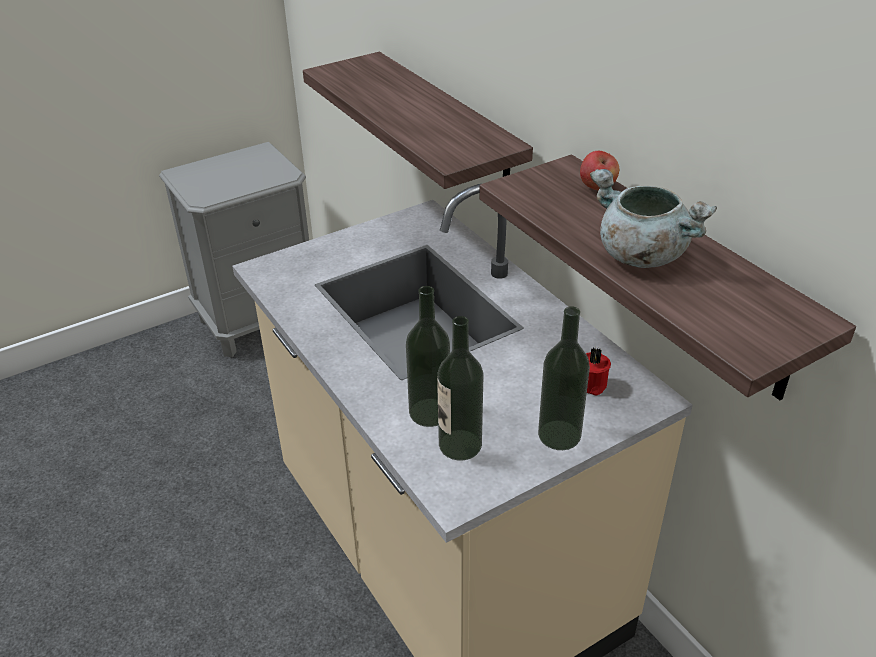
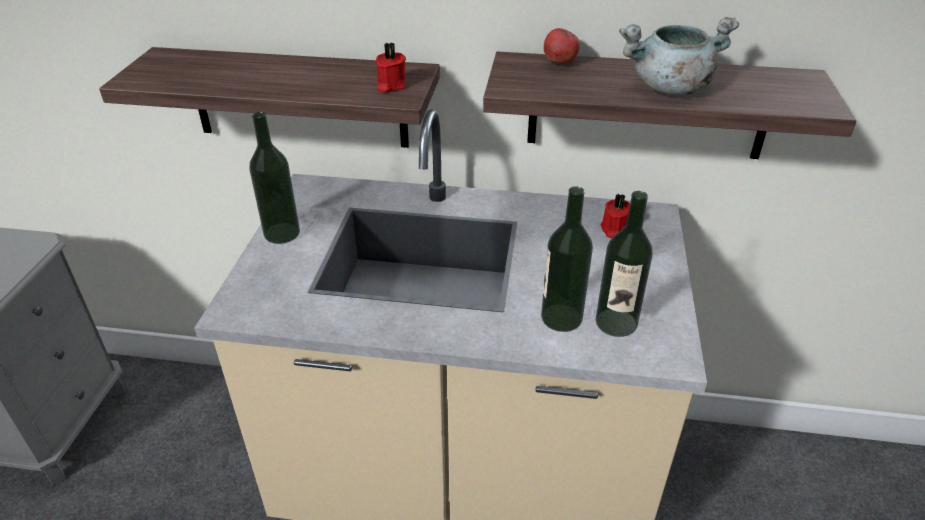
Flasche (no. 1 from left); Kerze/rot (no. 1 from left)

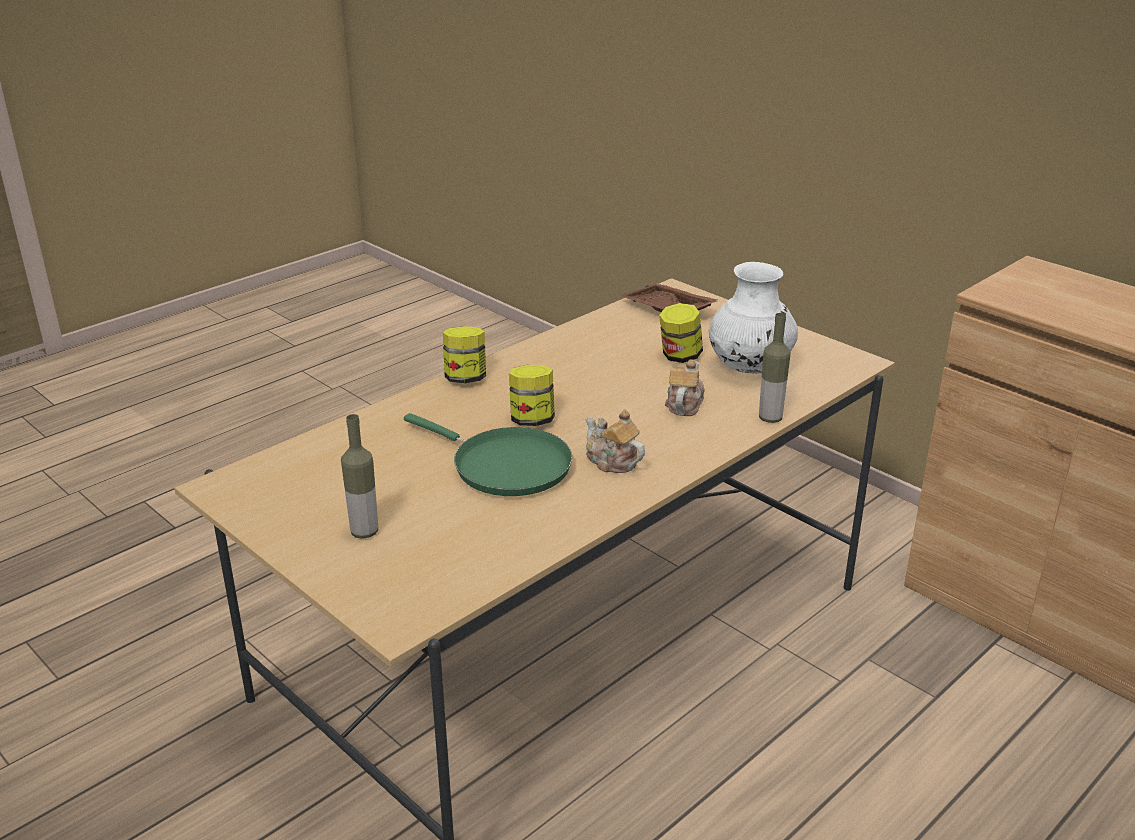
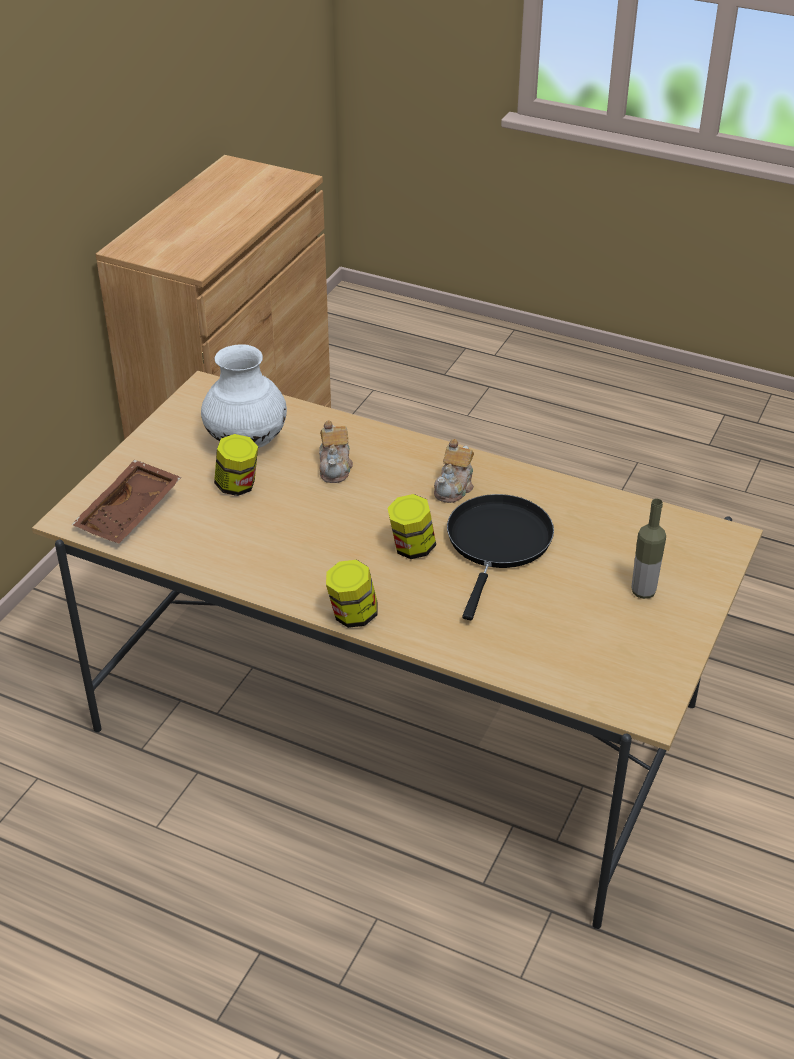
Pfanne/schwarz; Teekanne (no. 1 from left); Flasche (no. 2 from left in the first image)

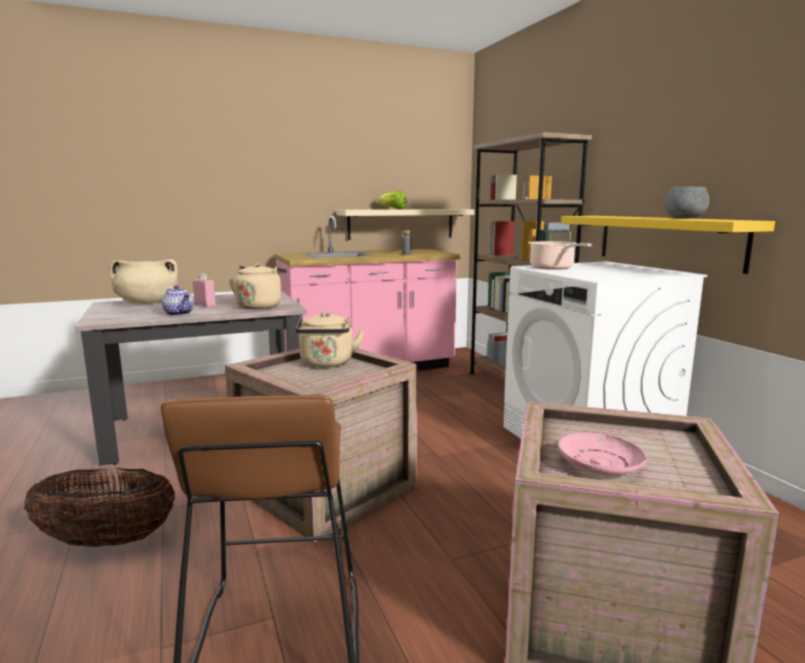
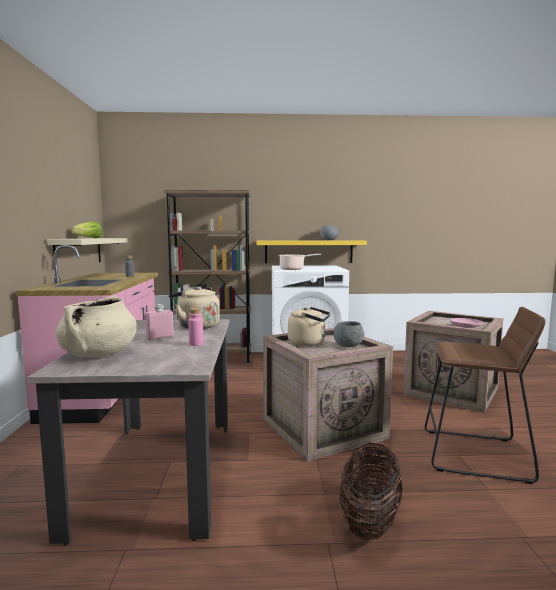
Flasche/rosa (no. 2 from left); Schüssel/grau (no. 2 from left)

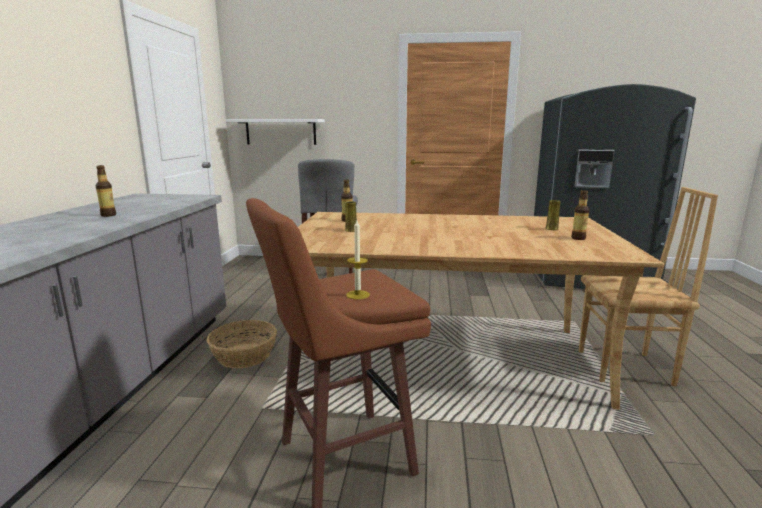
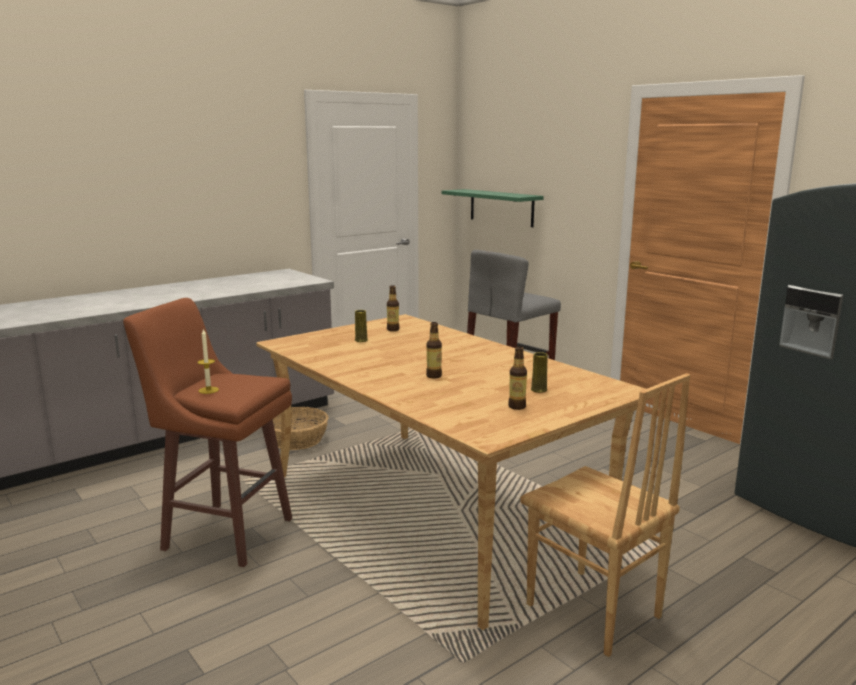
Flasche (no. 2 from left); Wandregal/grün

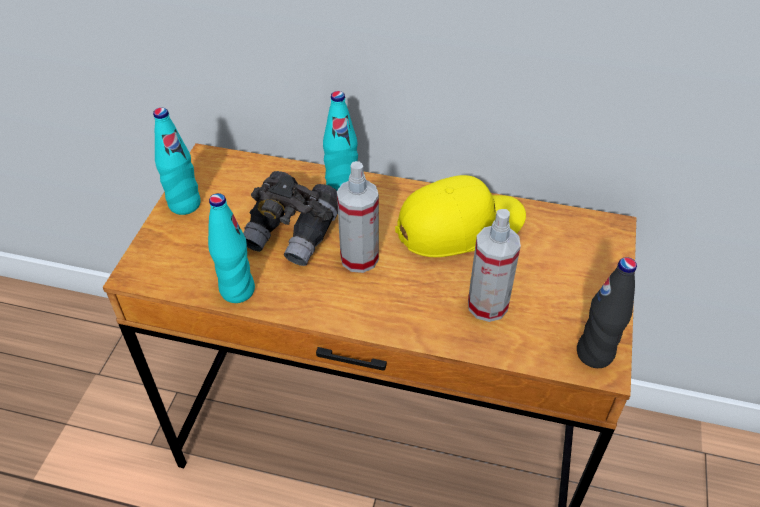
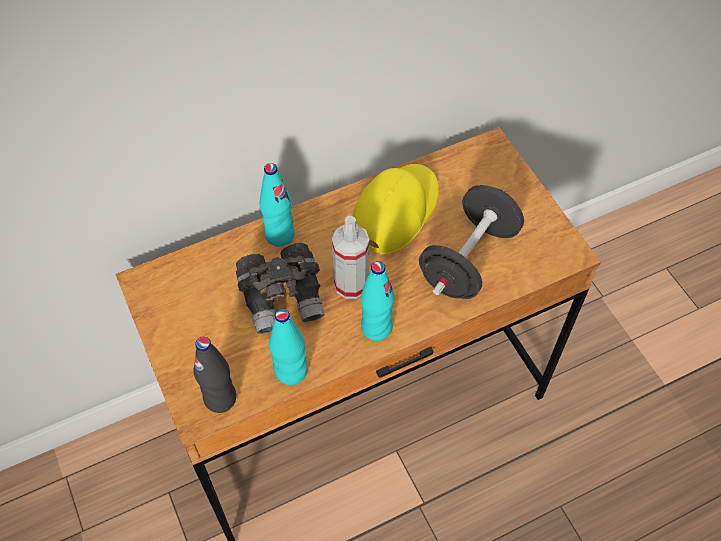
Flasche/türkis (no. 3 from left); Hantel/schwarz; Flasche/schwarz

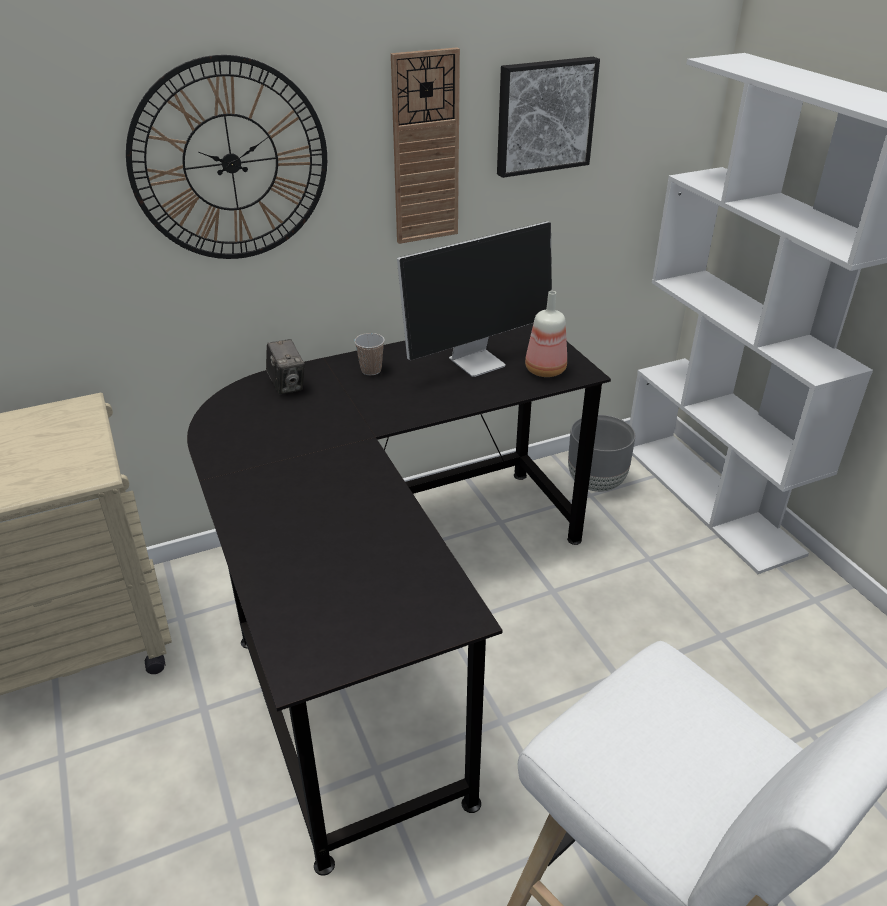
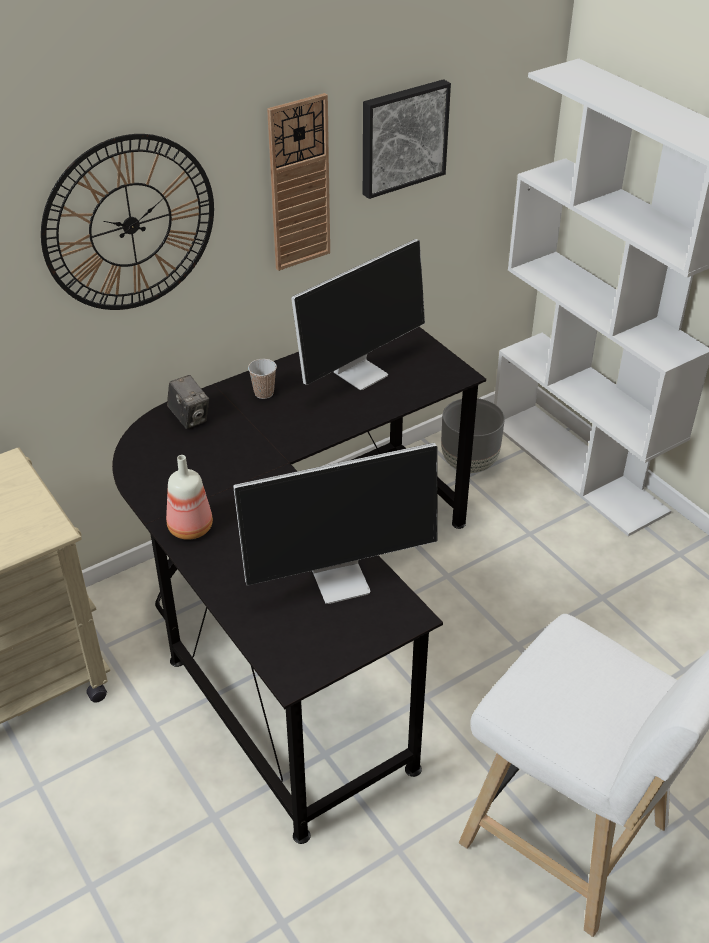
Flasche; Monitor (no. 1 from left)

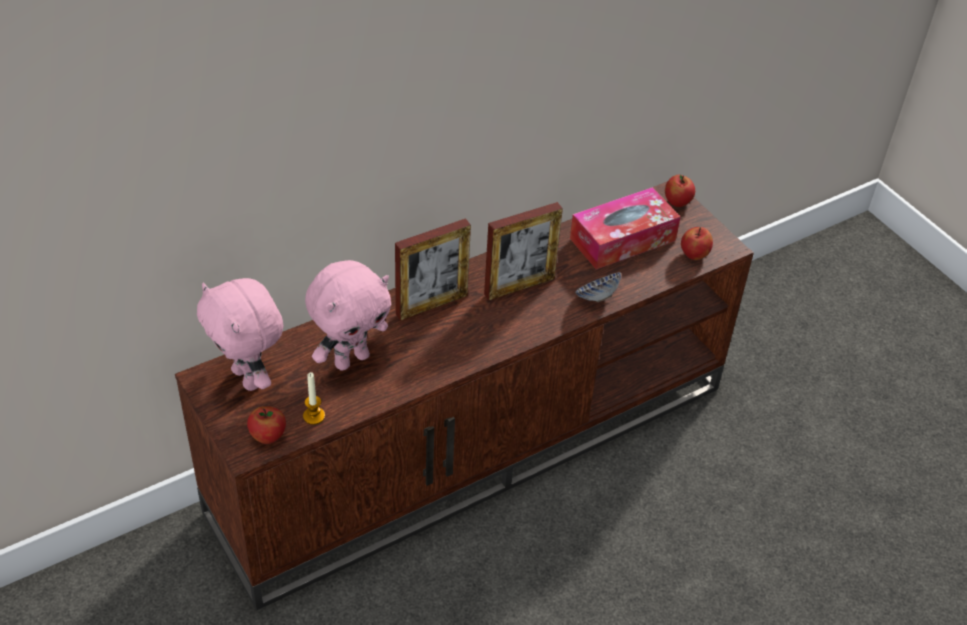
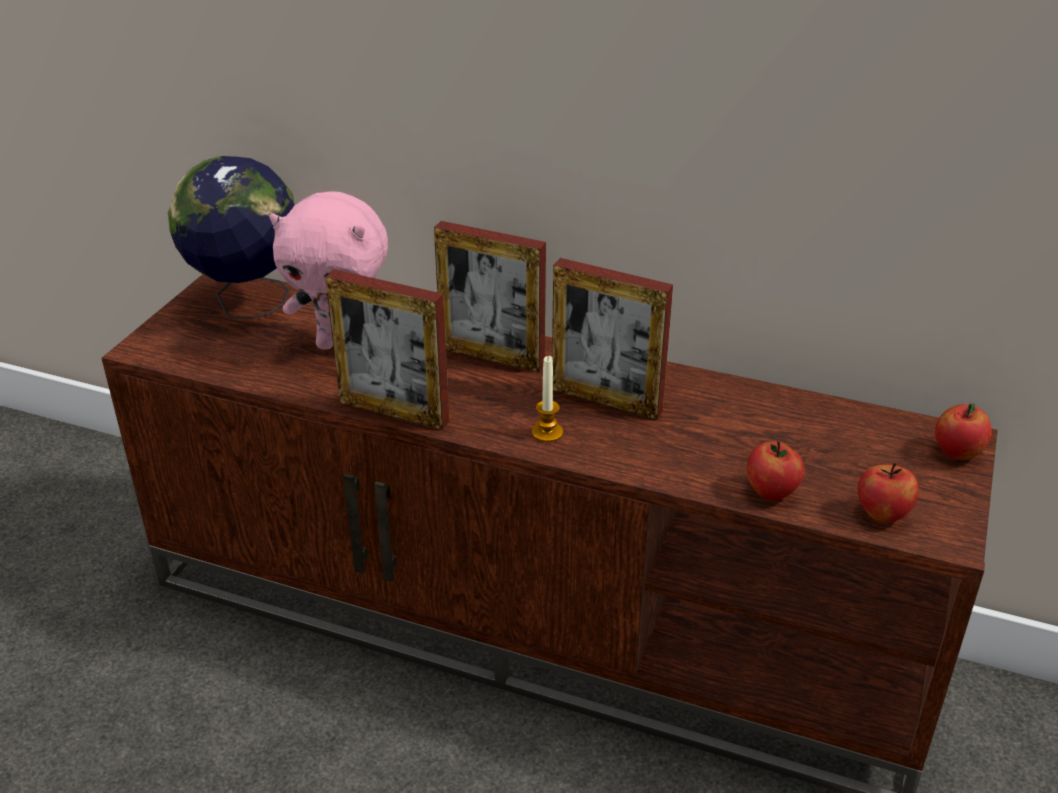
Globus; Apfel (no. 1 from left); Kerze; Taschentuchbox; Schüssel; Bilderrahmen (no. 1 from left)

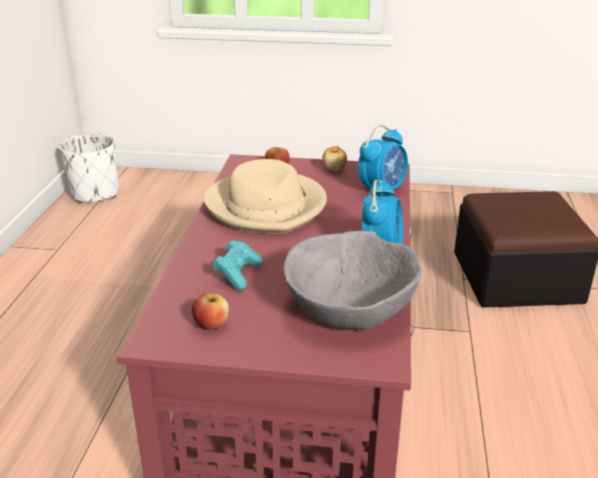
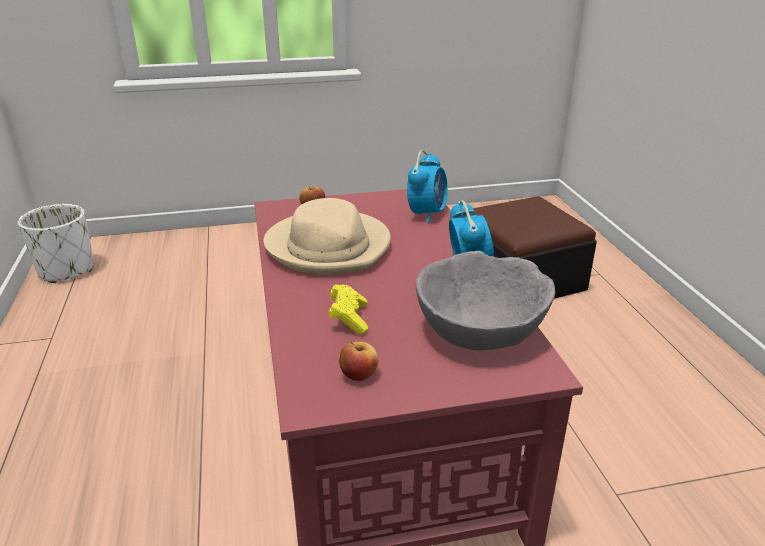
Gamepad/gelb; Apfel (no. 3 from left in the first image)

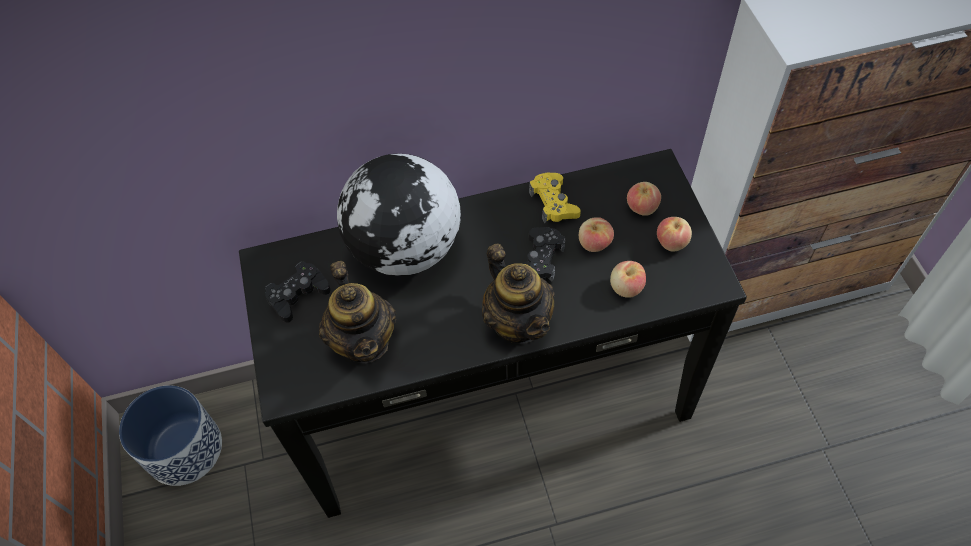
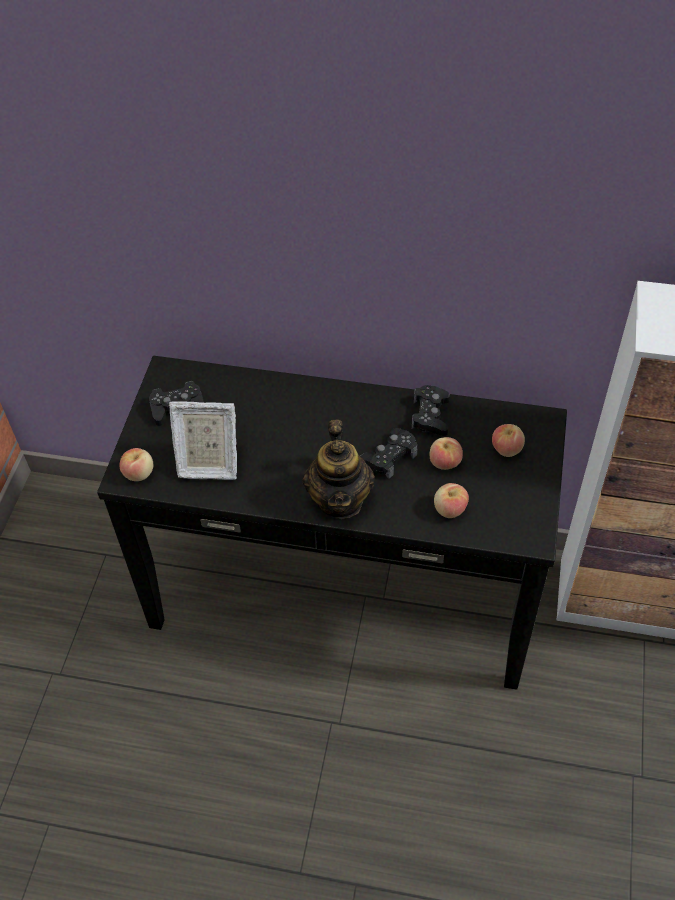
Pflanzkübel; Bilderrahmen; Globus; Gamepad/schwarz (no. 3 from left); Apfel (no. 1 from left)

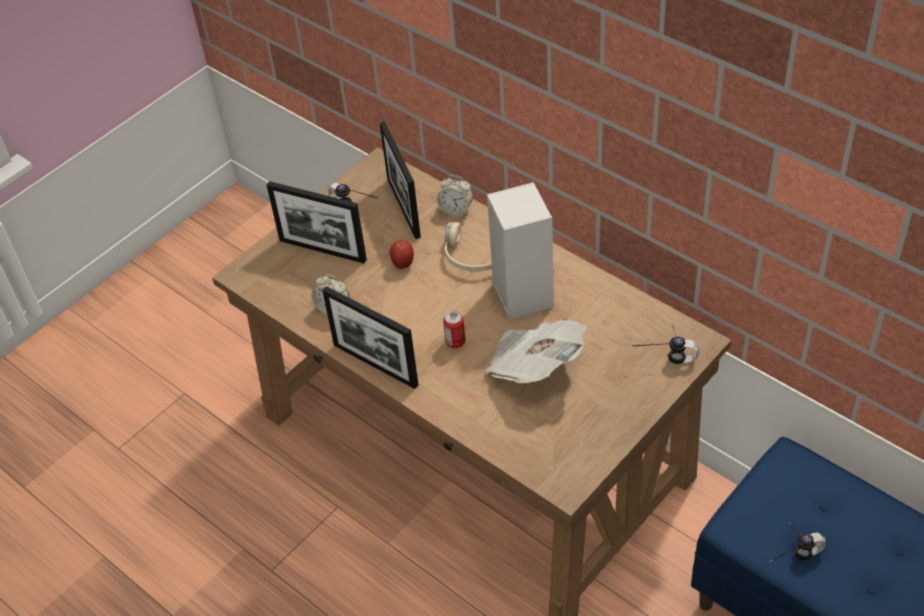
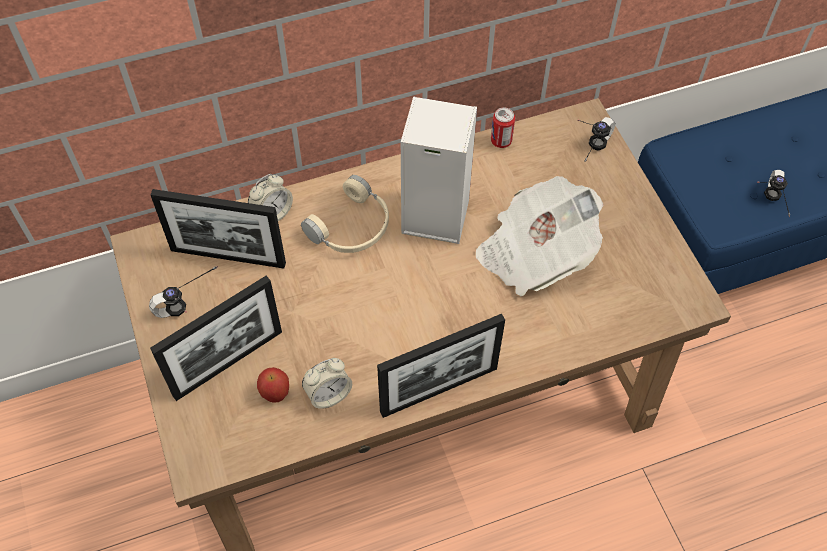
Apfel; Dose

